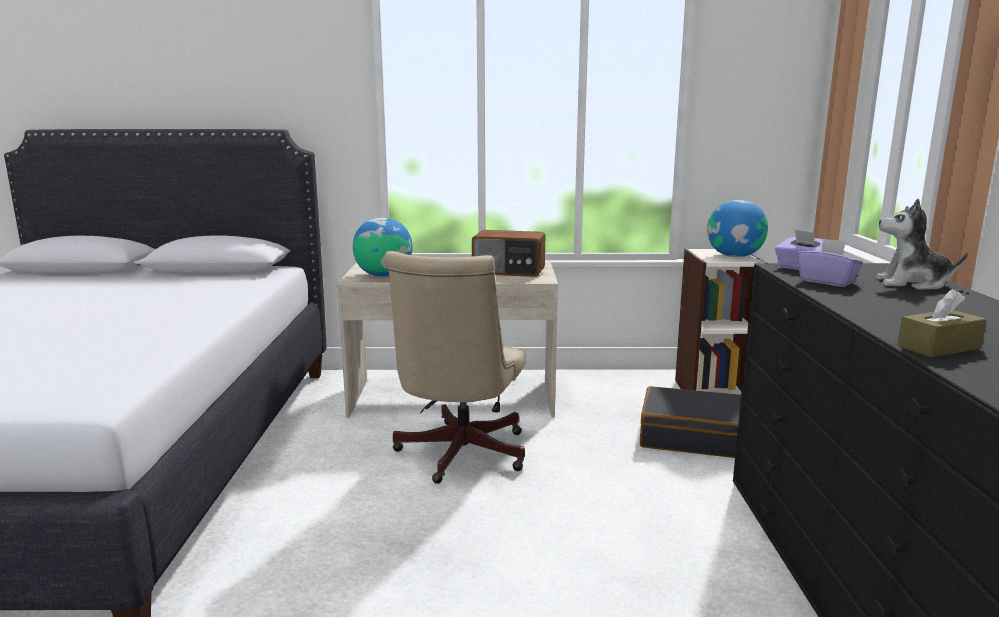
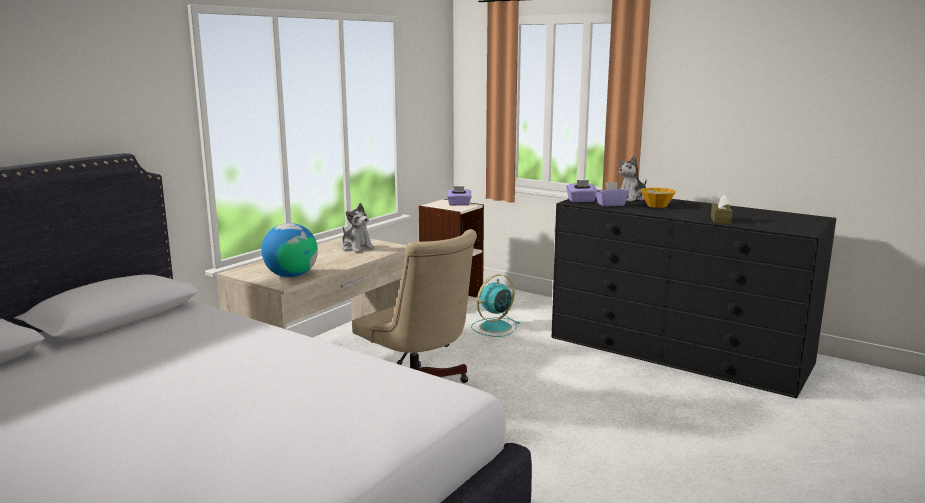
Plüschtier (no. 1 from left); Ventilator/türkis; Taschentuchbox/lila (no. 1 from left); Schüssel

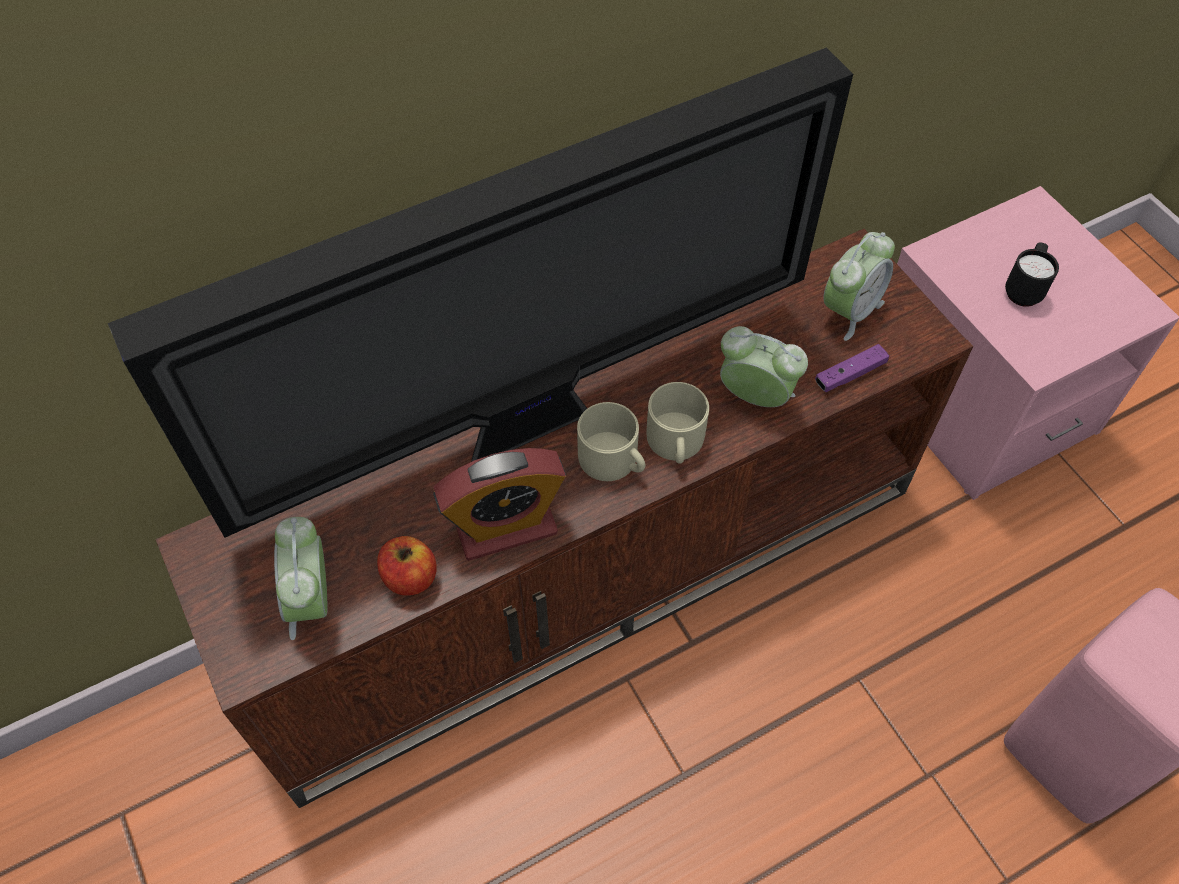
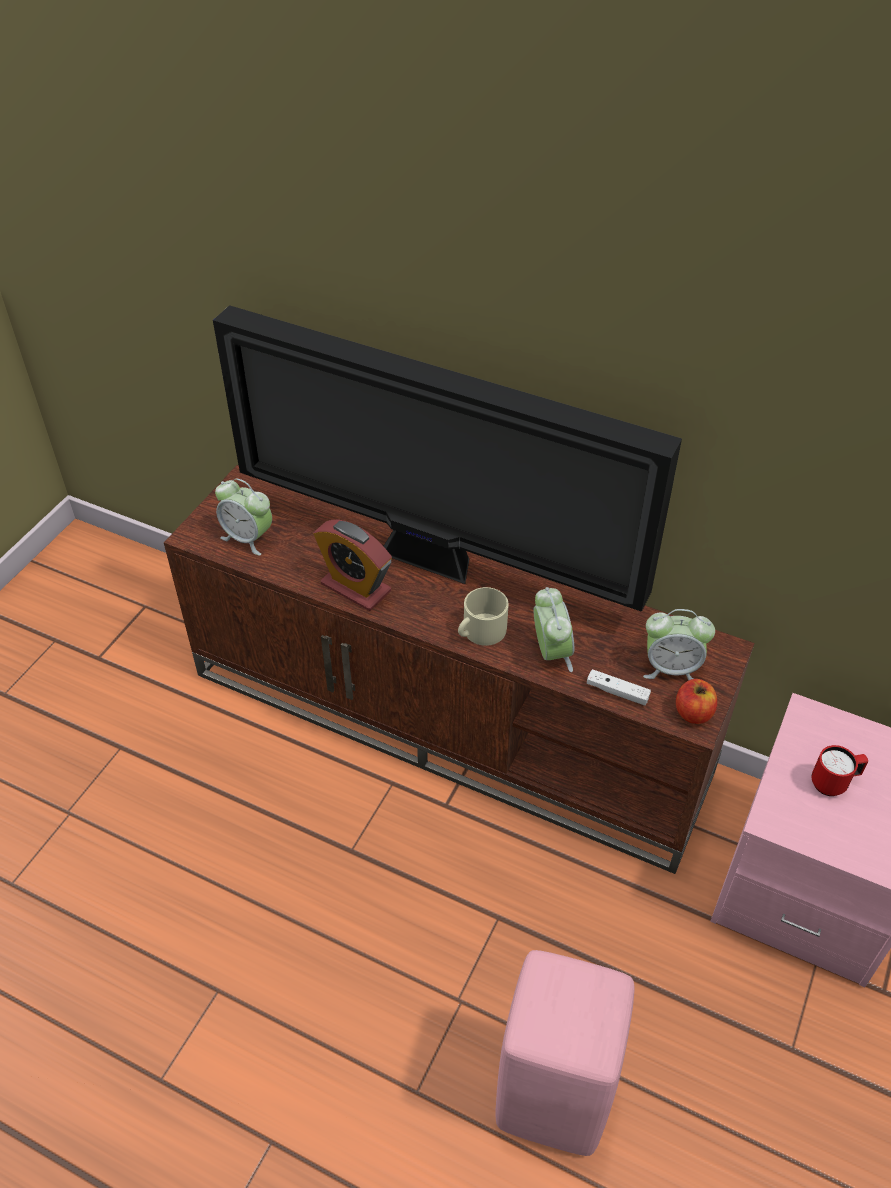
Wecker (no. 1 from left); Apfel; Henkelbecher/beige (no. 1 from left in the first image); Gamepad/weiß; Henkelbecher/rot

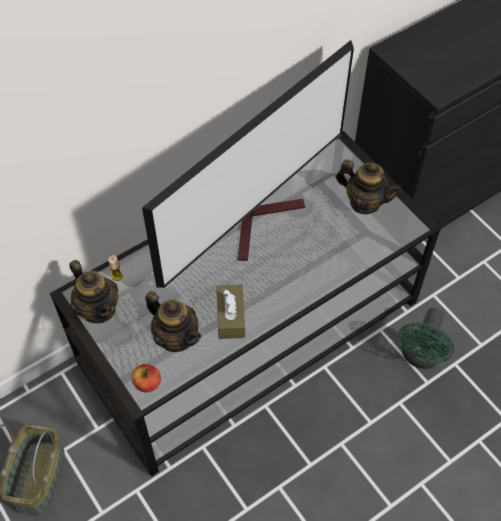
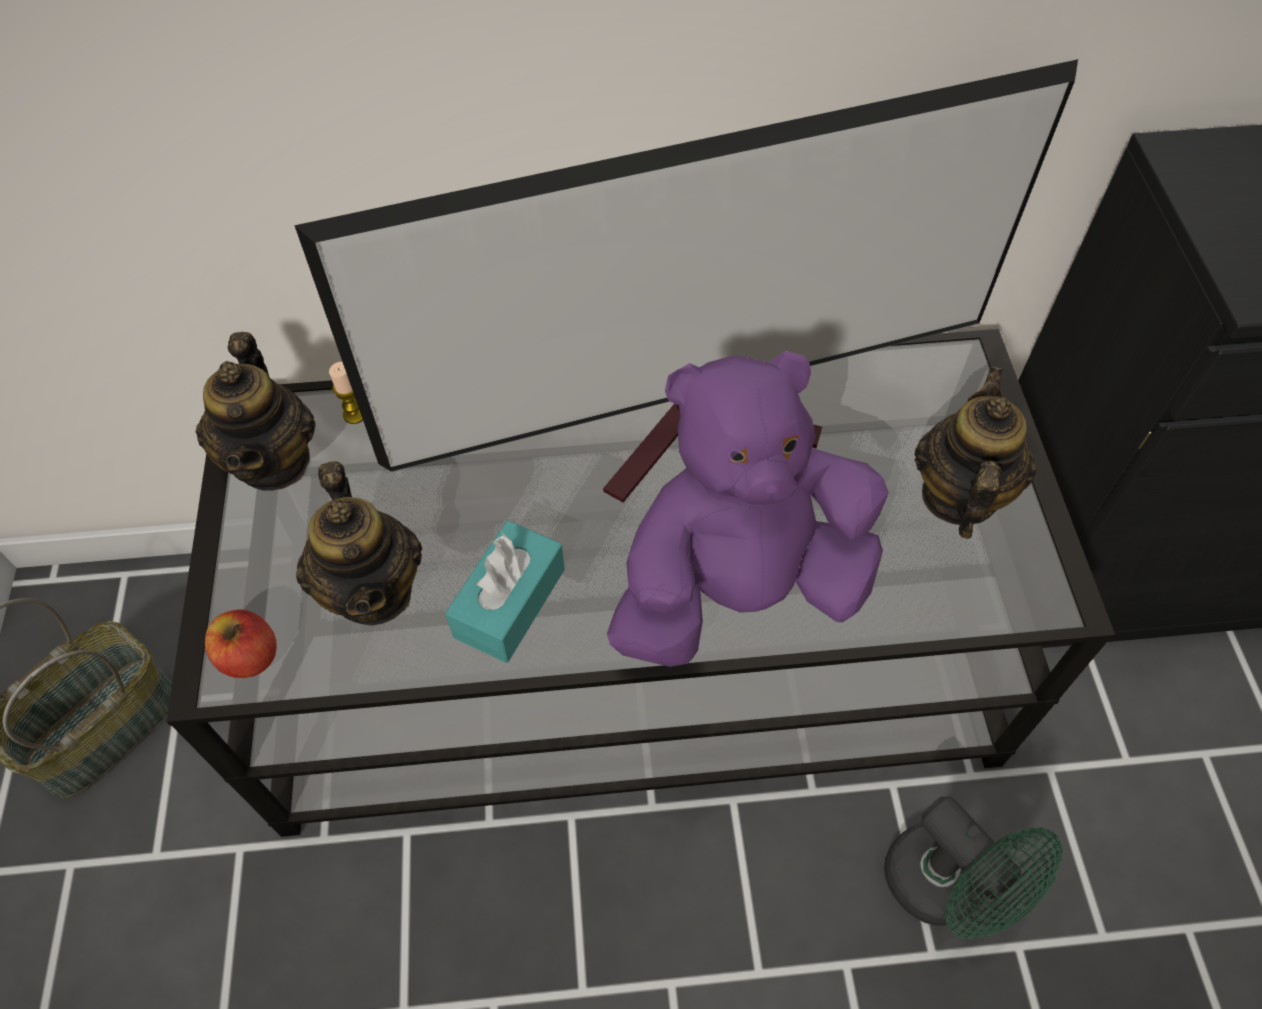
Taschentuchbox/türkis; Teekanne (no. 3 from left); Ventilator/grün; Plüschtier/lila

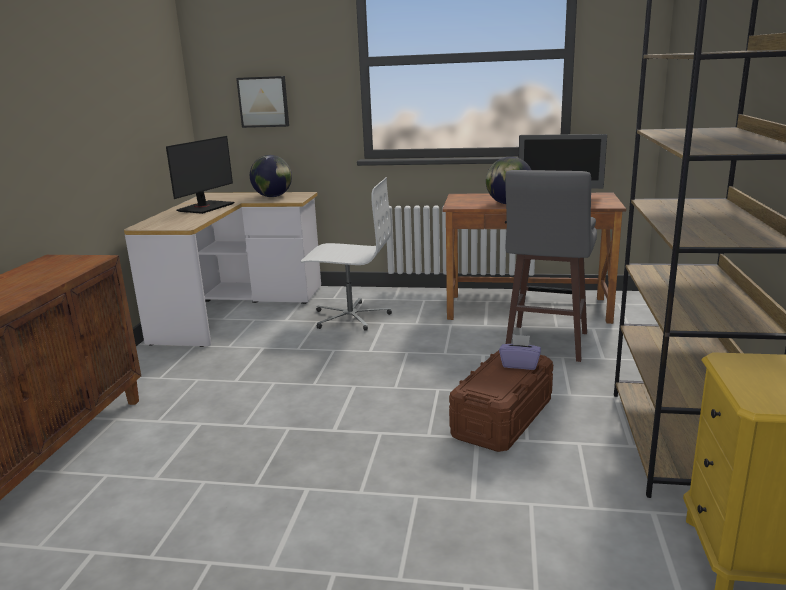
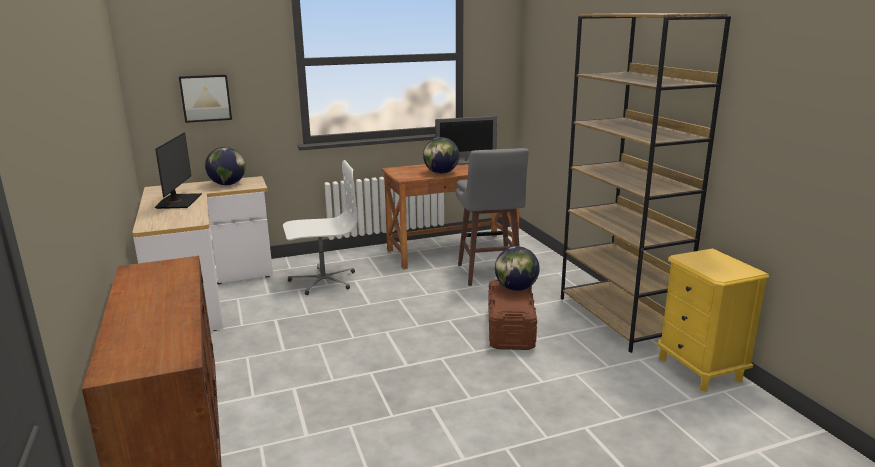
Globus (no. 3 from left)

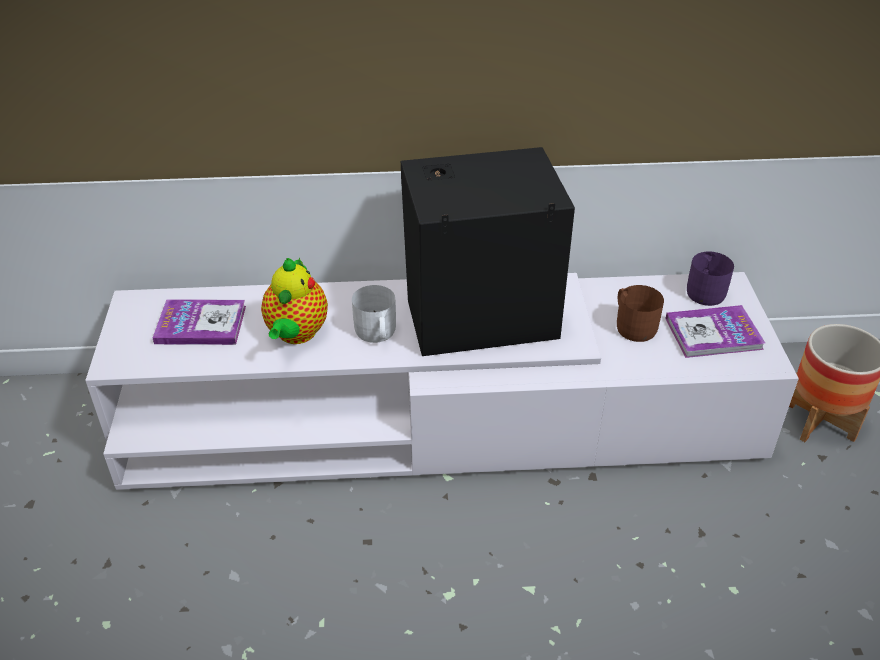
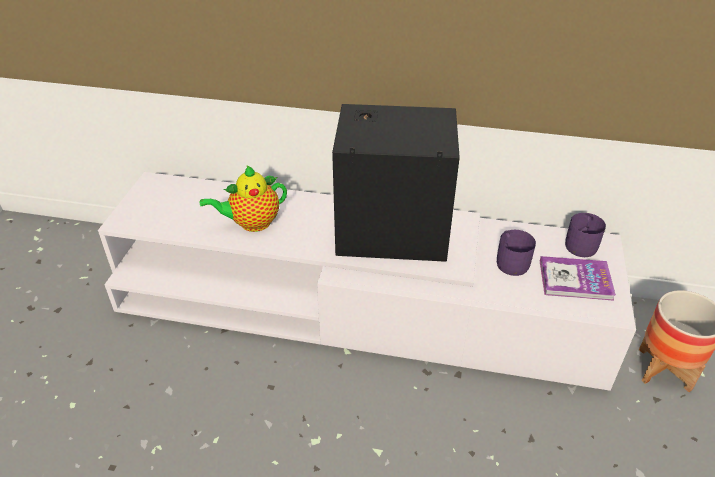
Buch (no. 1 from left in the first image); Teekanne; Henkelbecher/weiß; Henkelbecher/lila (no. 1 from left)

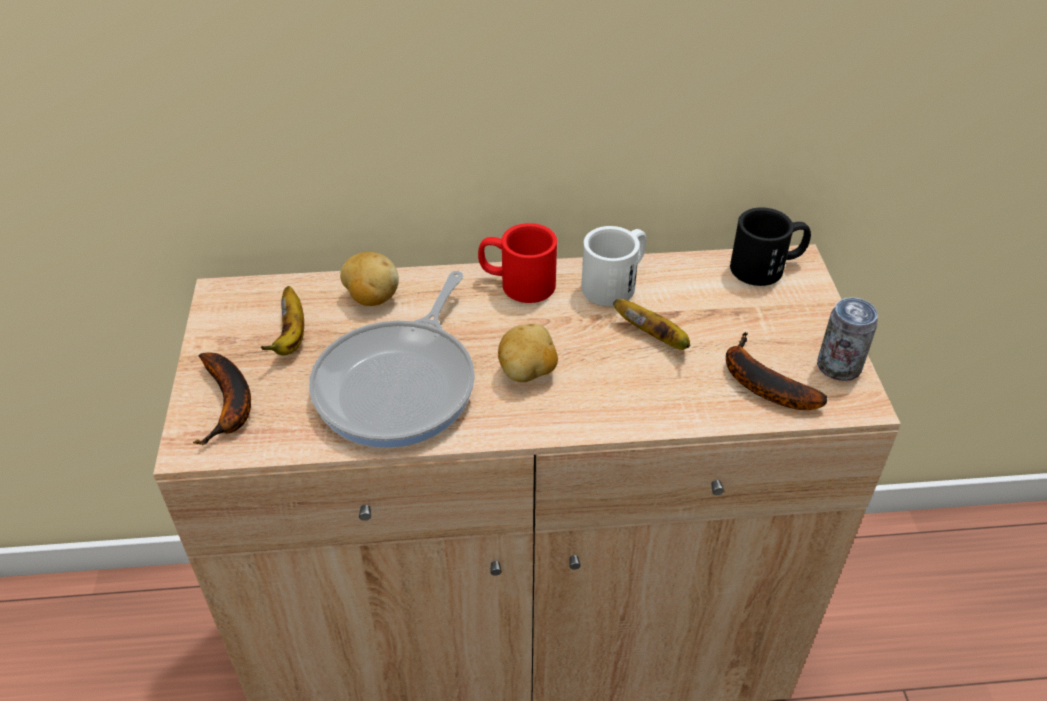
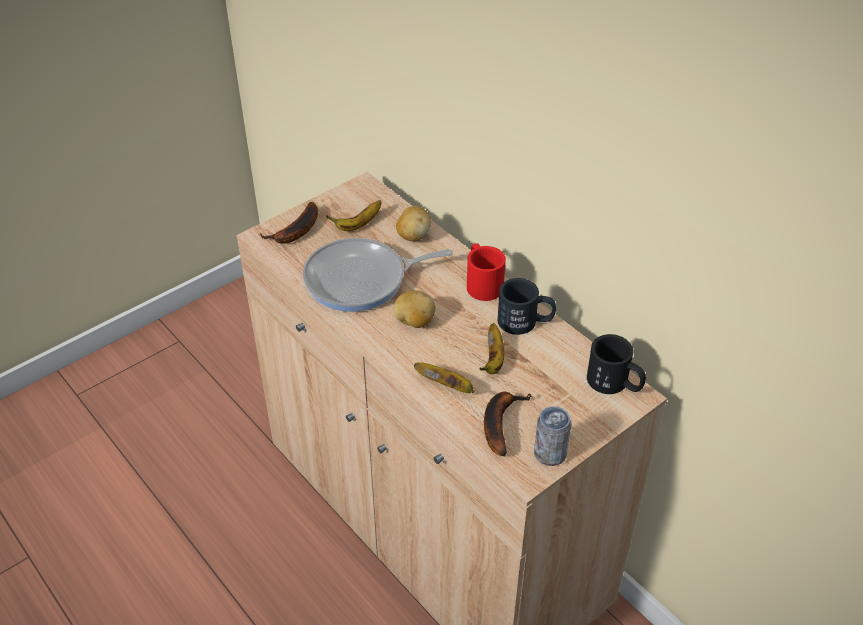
Henkelbecher/schwarz (no. 1 from left); Banane (no. 3 from left)

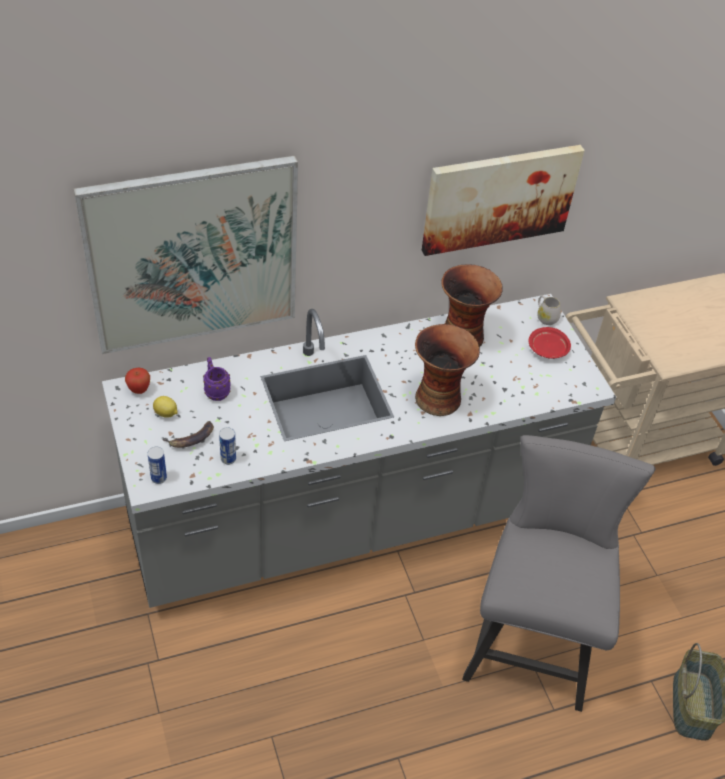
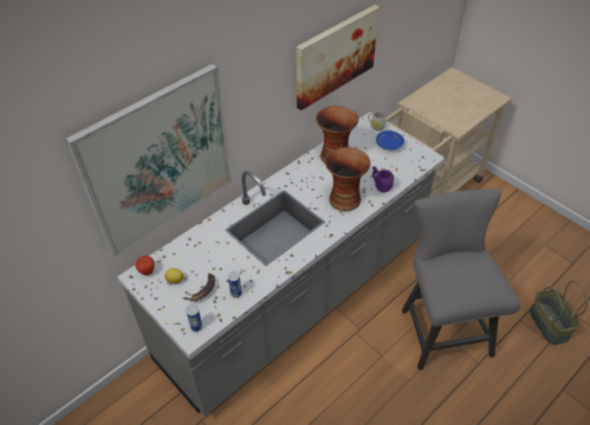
Henkelbecher/lila; Teller/blau

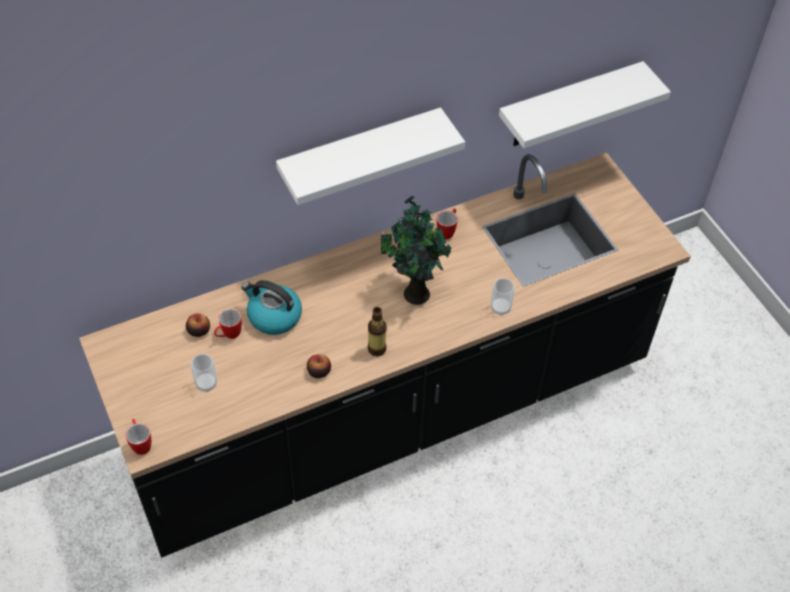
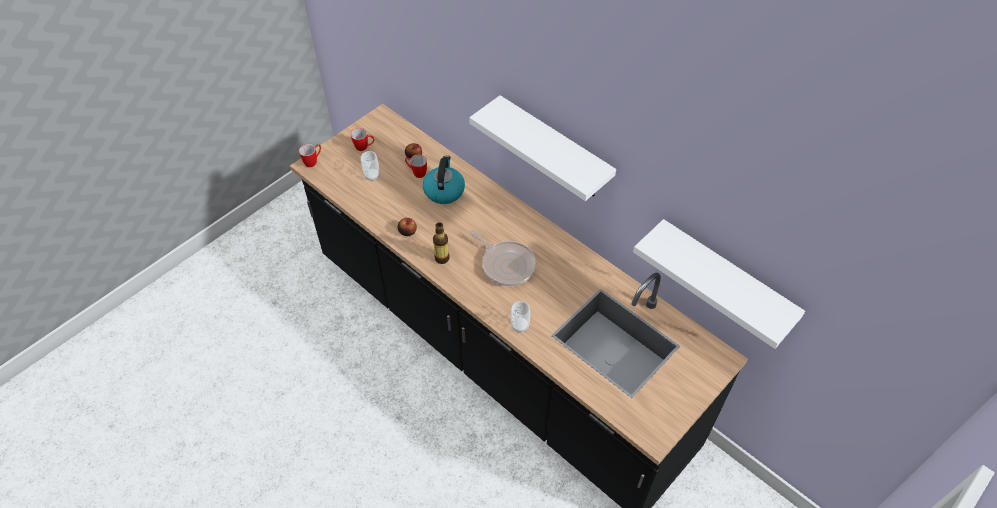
Pfanne; Henkelbecher (no. 2 from left)

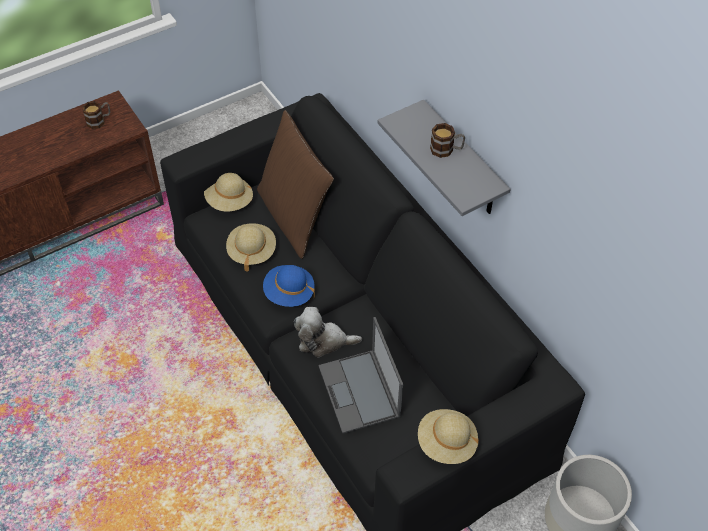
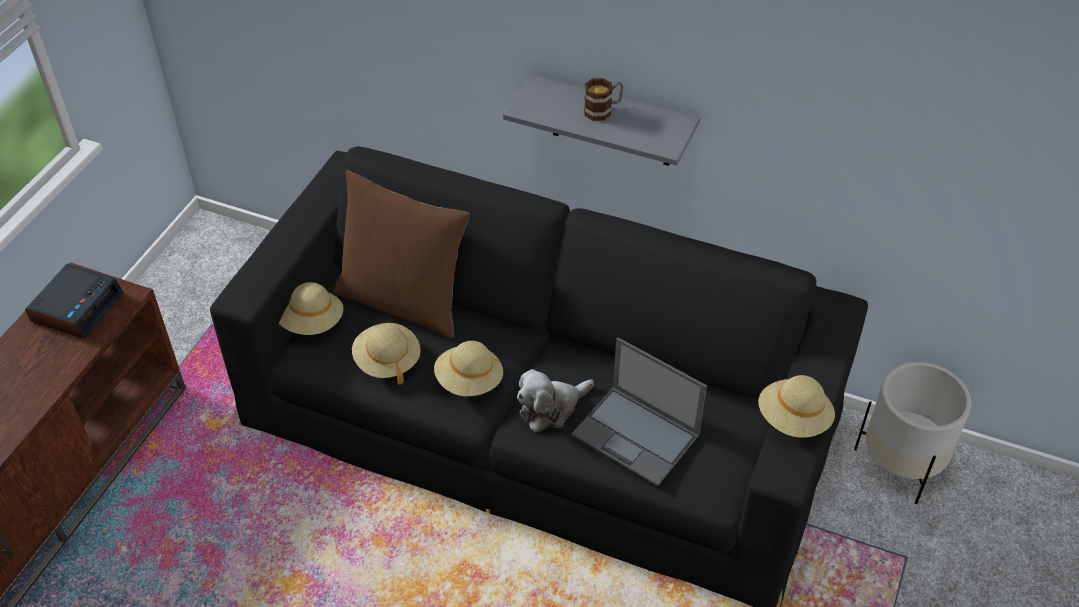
Wecker; Hut/beige (no. 3 from left)

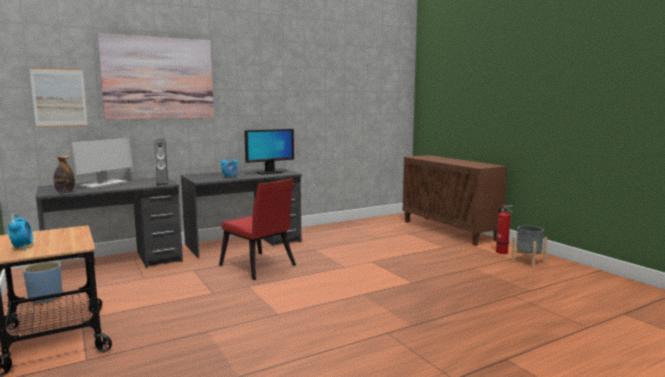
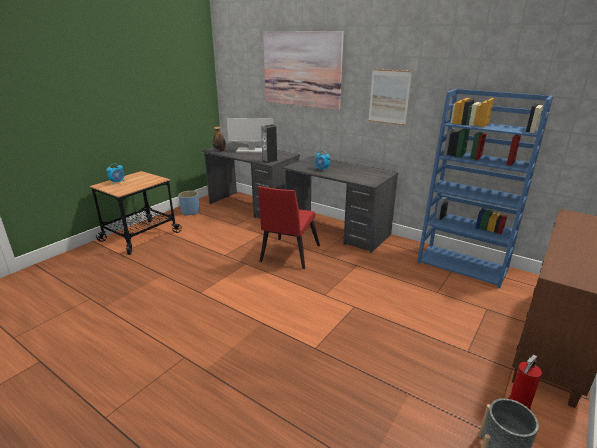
Bild (no. 2 from left); Monitor (no. 2 from left in the first image); Bücherregal/blau

